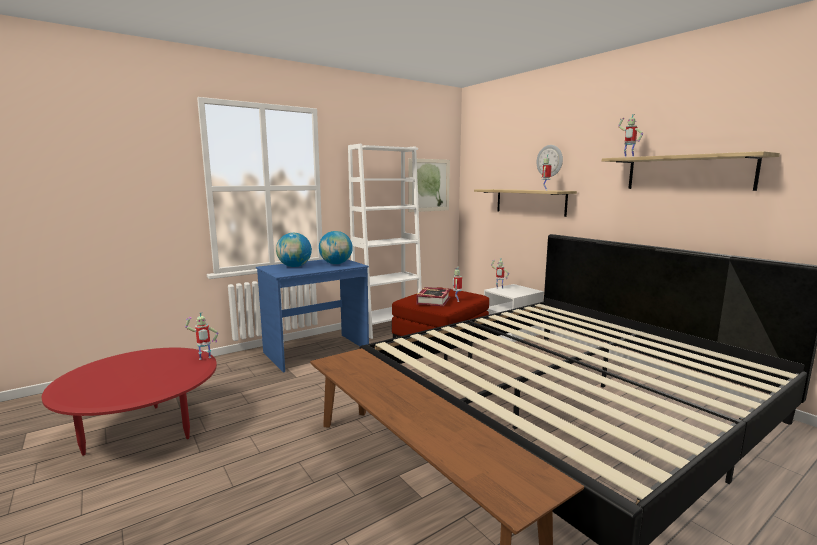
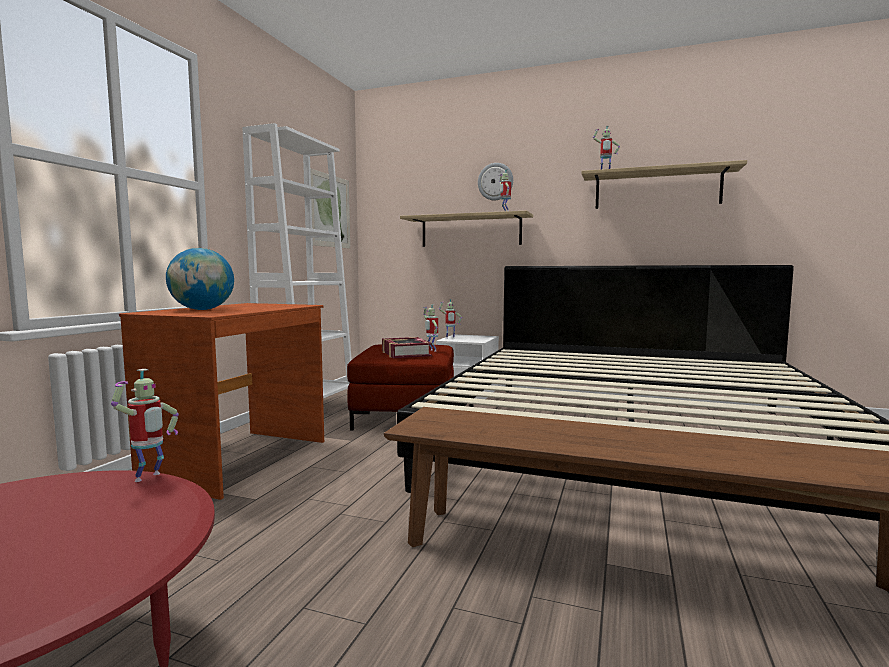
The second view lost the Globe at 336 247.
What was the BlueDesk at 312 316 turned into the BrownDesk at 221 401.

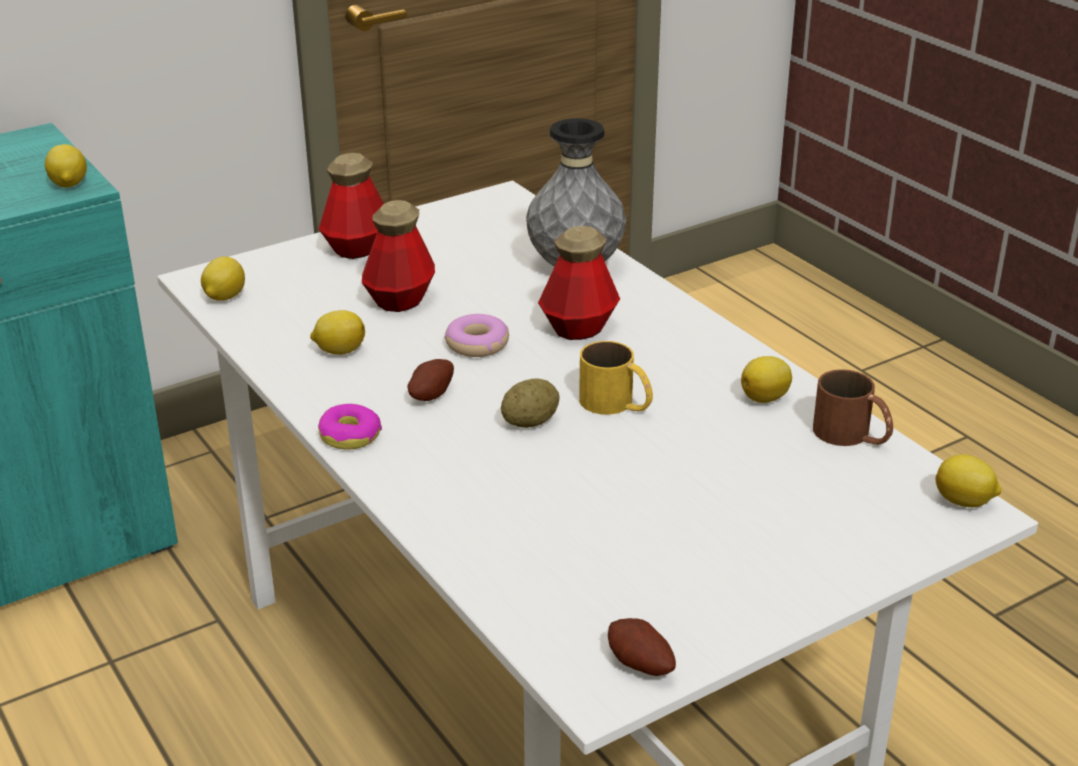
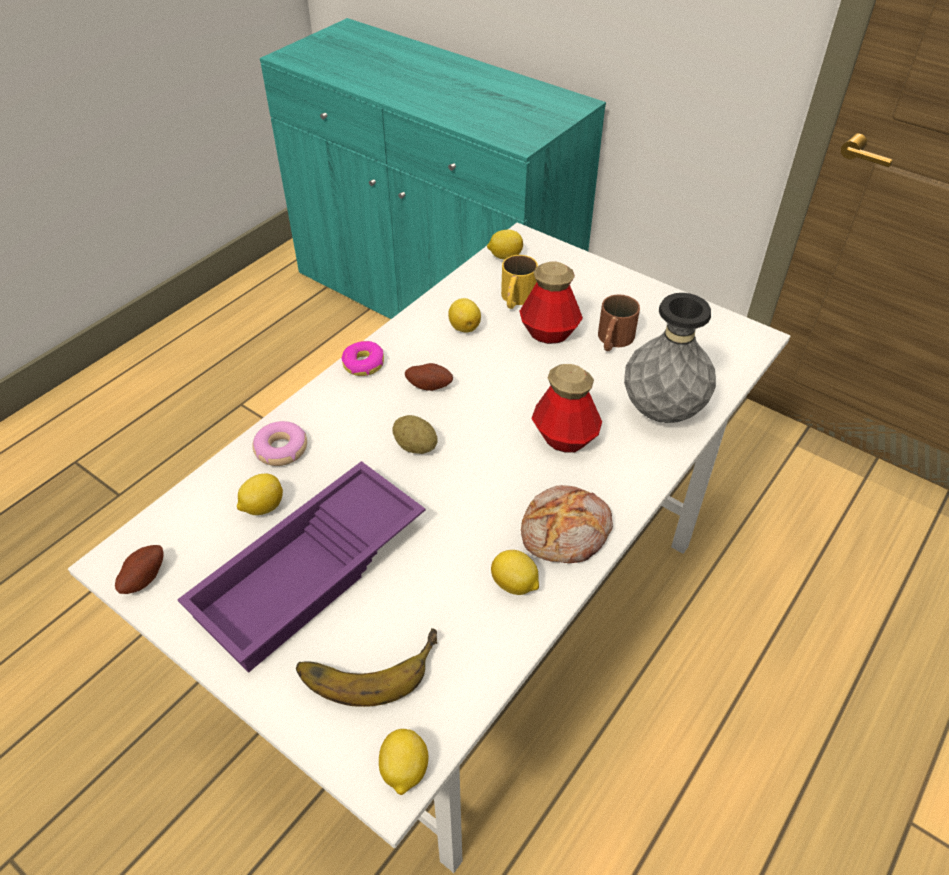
The Lemon ended up elsewhere, having gone from 66 166 to 260 494.
The second view lost the Bottle at 351 206.
The Donut ended up elsewhere, having gone from 477 335 to 279 443.
The YellowMug ended up elsewhere, having gone from 616 378 to 519 282.
The BrownMug ended up elsewhere, having gone from 853 407 to 619 322.
The second view gained the PurpleTray at 301 567.
The second view gained the Bread at 567 524.
The second view gained the Banana at 366 667.

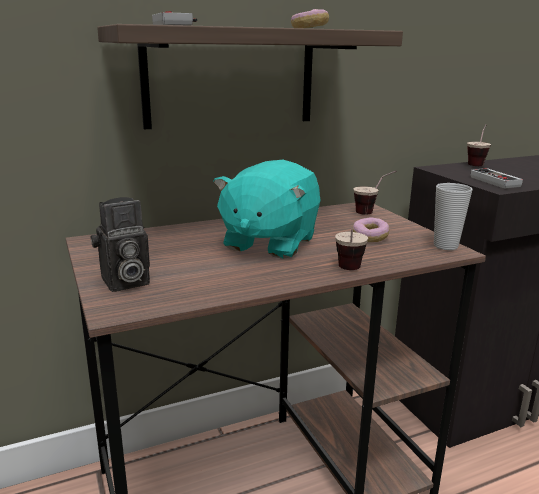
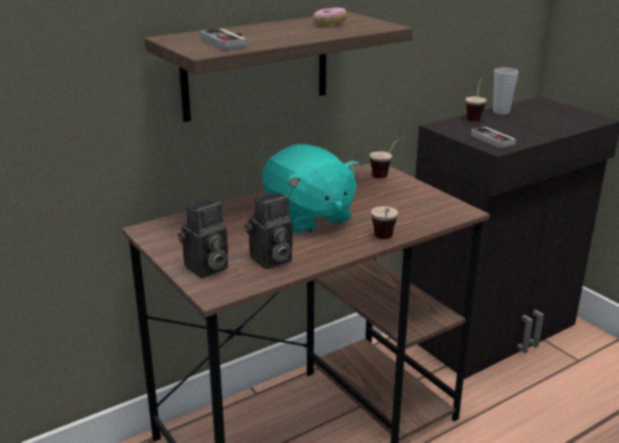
The TurquoisePlushToy at 267 209 ended up facing another way, 45 degrees counterclockwise from before.
The Cup ended up elsewhere, having gone from 453 216 to 506 91.
The second view lost the Donut at 370 230.
The second view gained the PhotoCamera at 269 230.

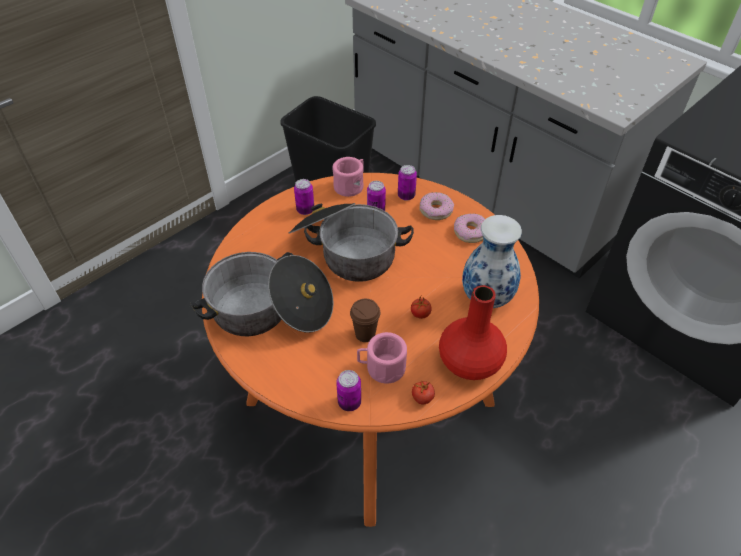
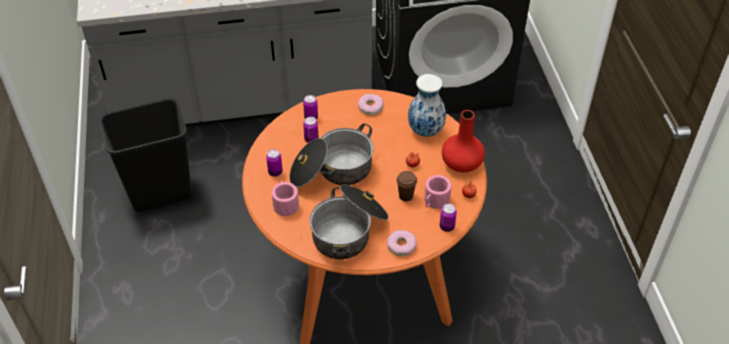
The PinkMug ended up elsewhere, having gone from 348 177 to 285 198.
The Donut ended up elsewhere, having gone from 436 206 to 402 243.

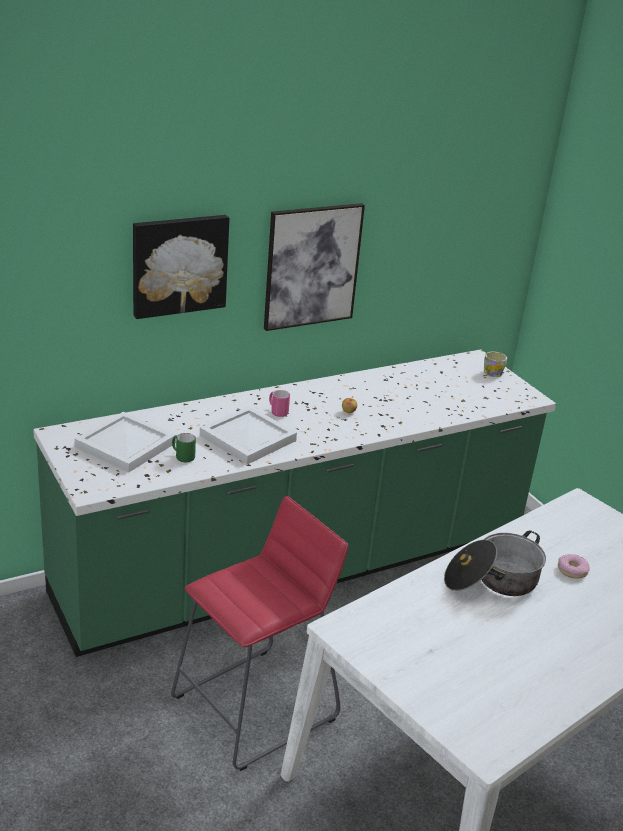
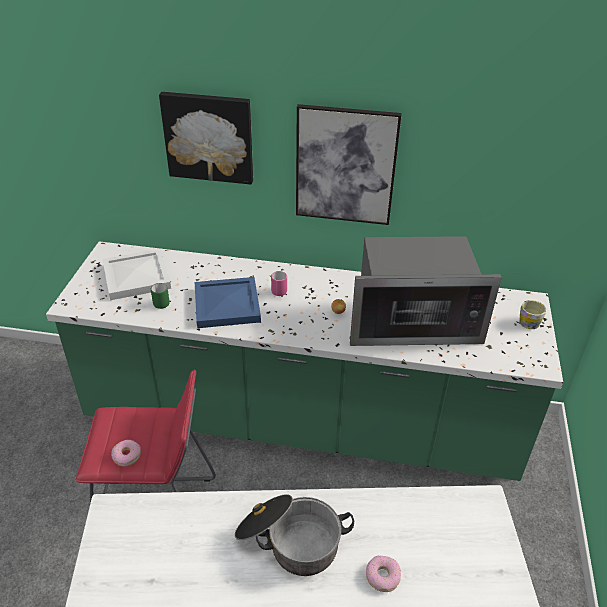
What was the WhiteTray at 248 435 turned into the BlueTray at 228 302.
The second view gained the Microwave at 426 291.
The second view gained the Donut at 126 453.

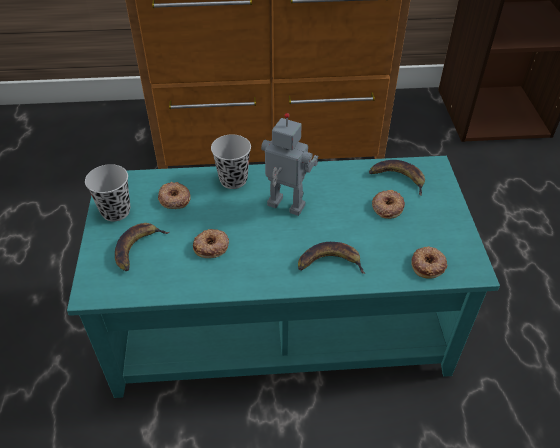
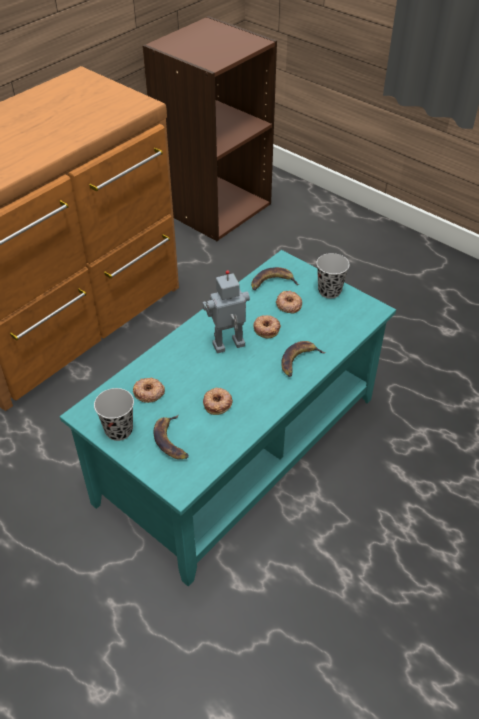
The BlackCup ended up elsewhere, having gone from 231 161 to 333 275.
The Donut ended up elsewhere, having gone from 429 262 to 267 327.

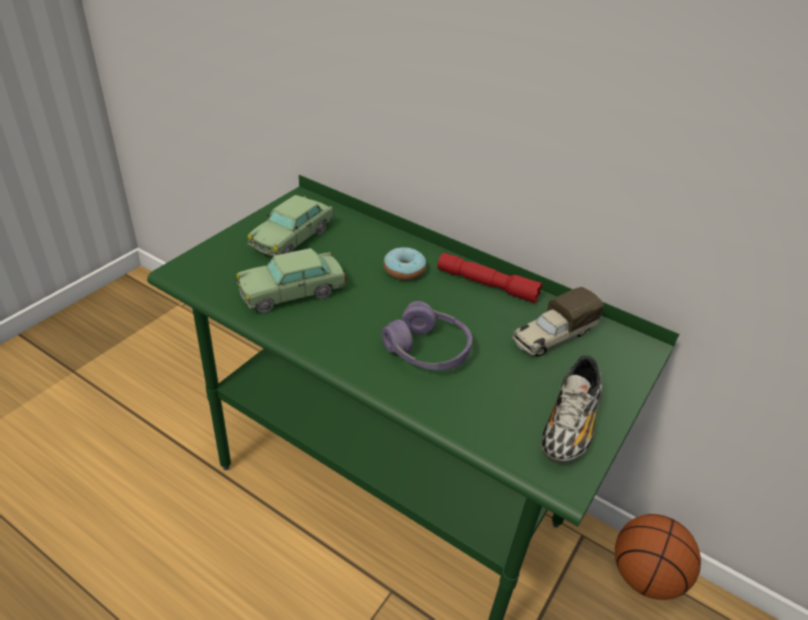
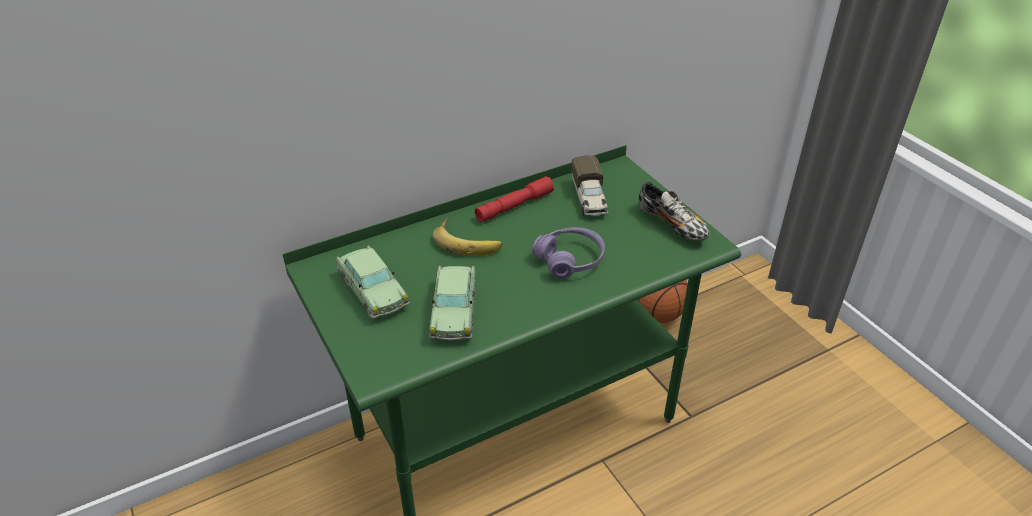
Where the Donut stood at 404 263, the Banana came to stand at 467 237.

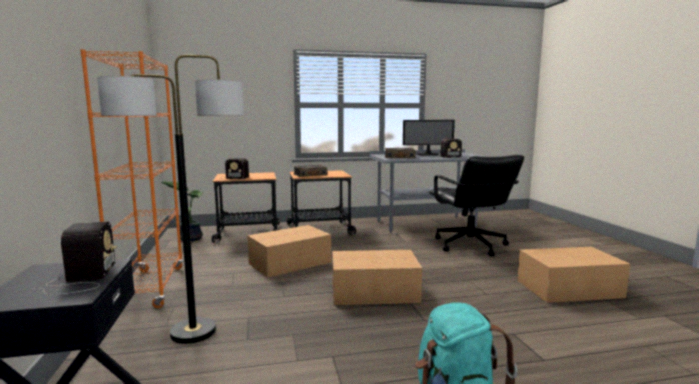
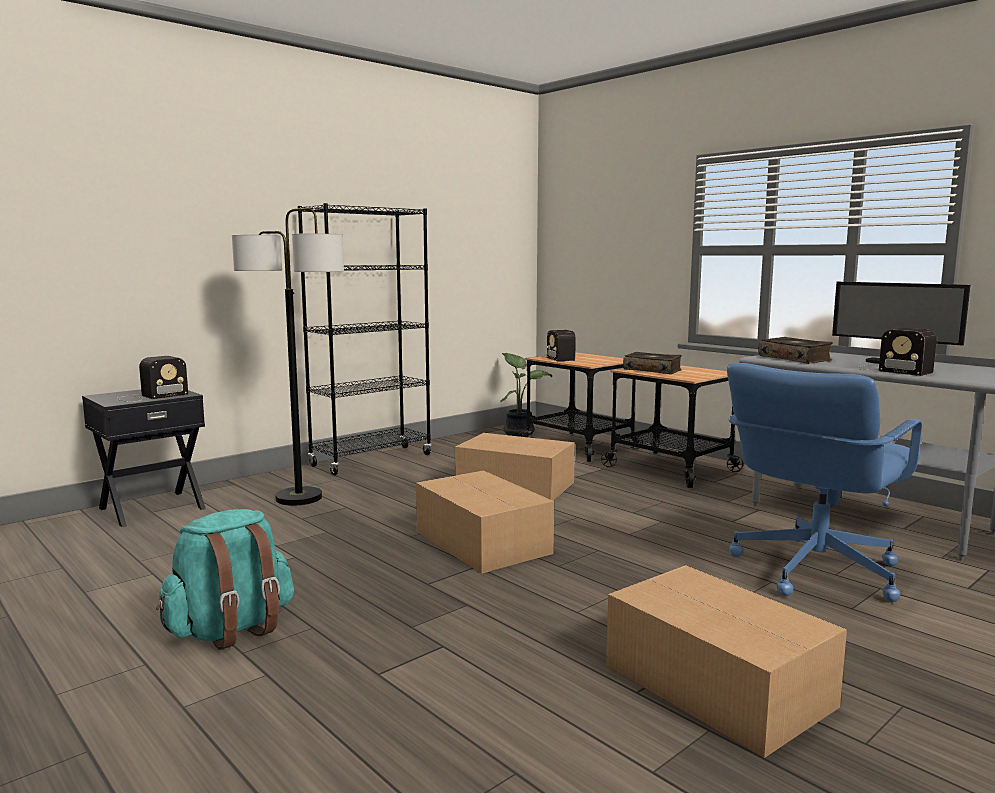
What was the OrangeBookcase at 132 178 turned into the BlackBookcase at 365 339.
What was the BlackOfficeChair at 476 205 turned into the BlueOfficeChair at 824 482.

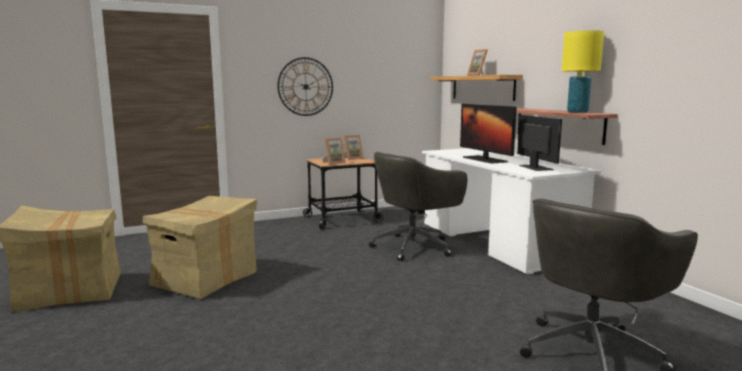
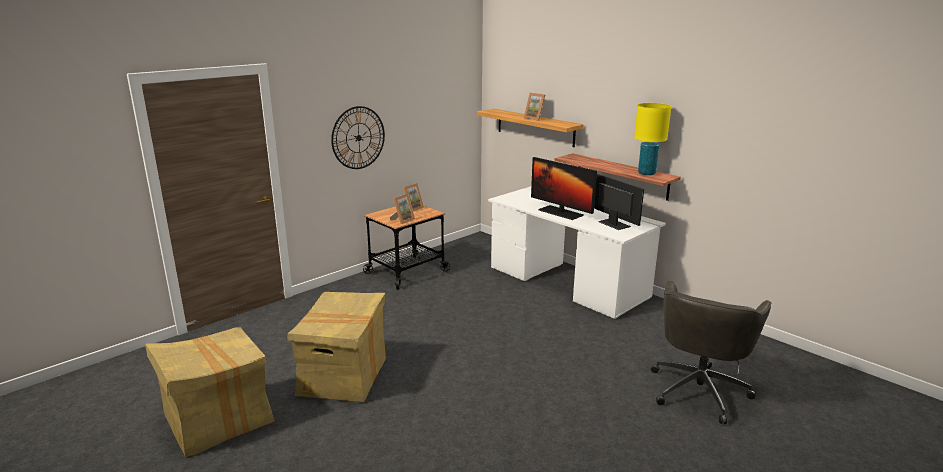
The second view lost the GreyOfficeChair at 418 206.

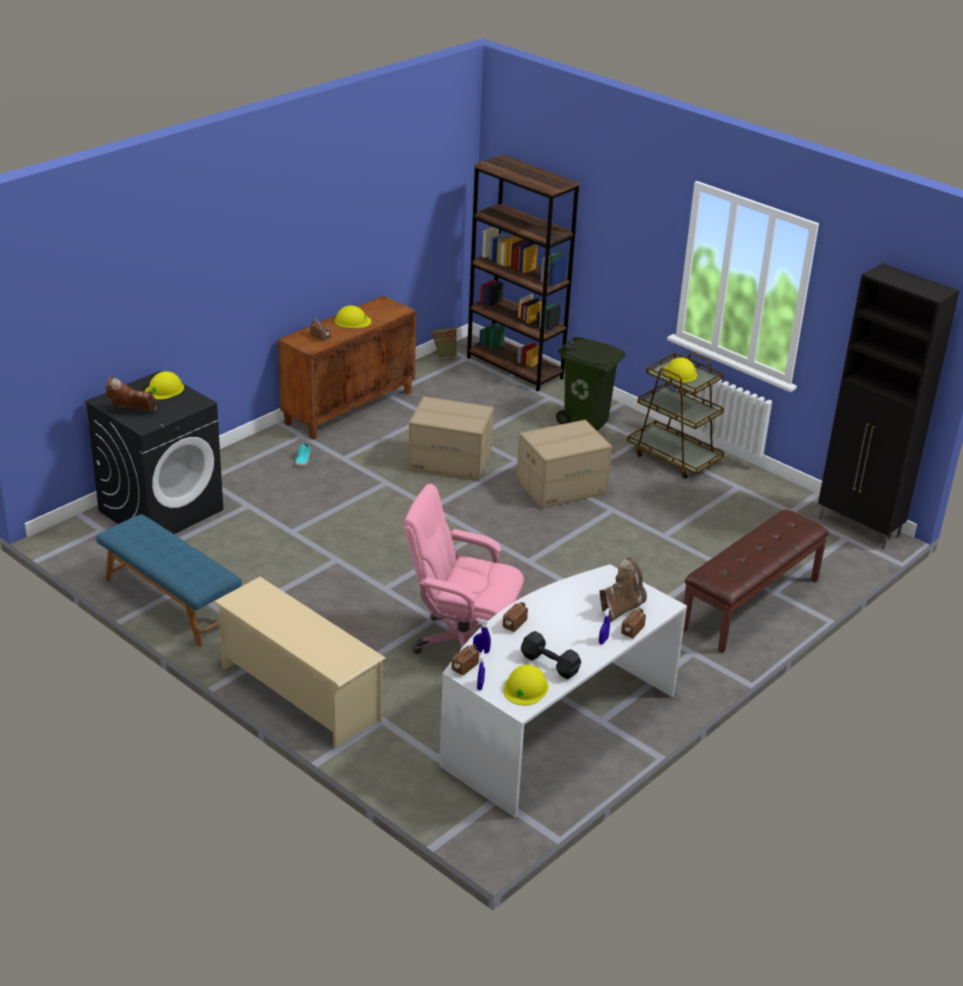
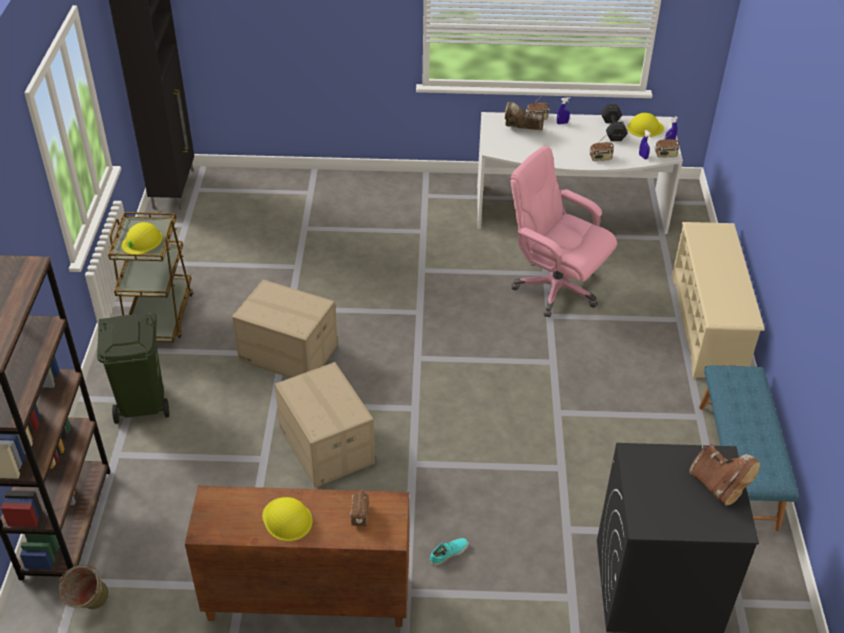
The second view lost the YellowHardHat at 164 385.
The PinkOfficeChair at 464 569 ended up facing another way, 150 degrees clockwise from before.
The second view lost the BrownBench at 756 581.

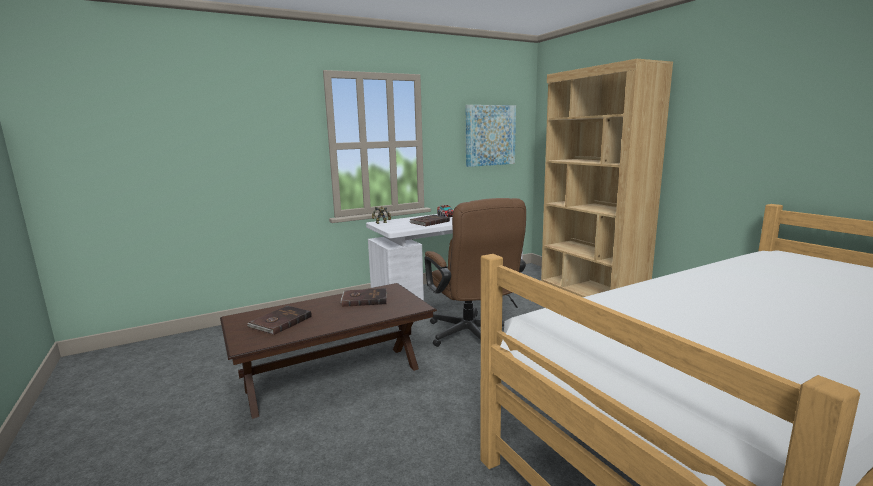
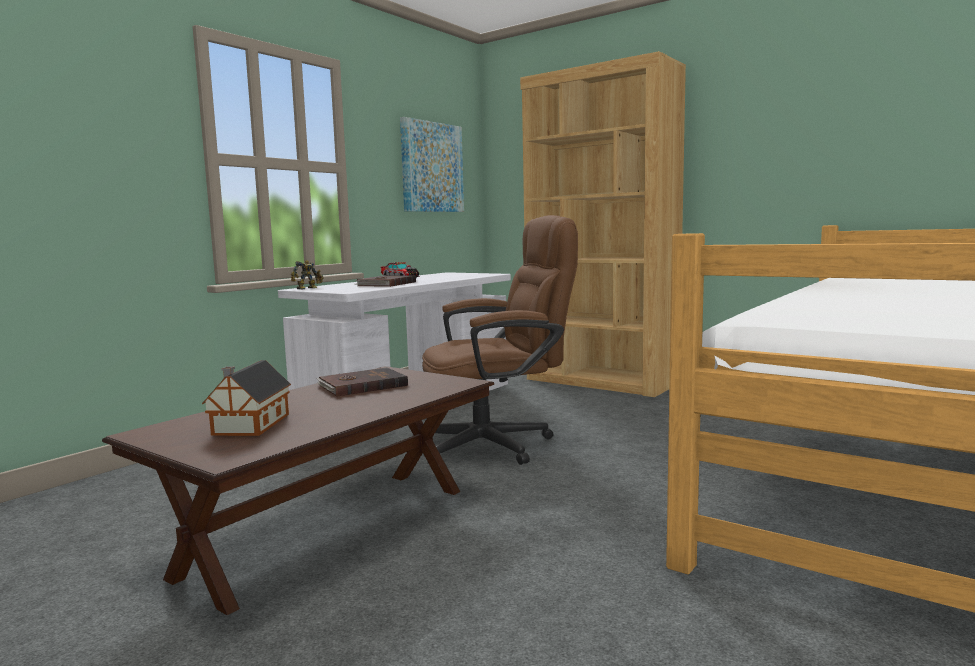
The BrownOfficeChair at 475 272 ended up facing another way, 60 degrees counterclockwise from before.
Where the BrownBook stood at 279 320, the ToyHouse came to stand at 246 398.

